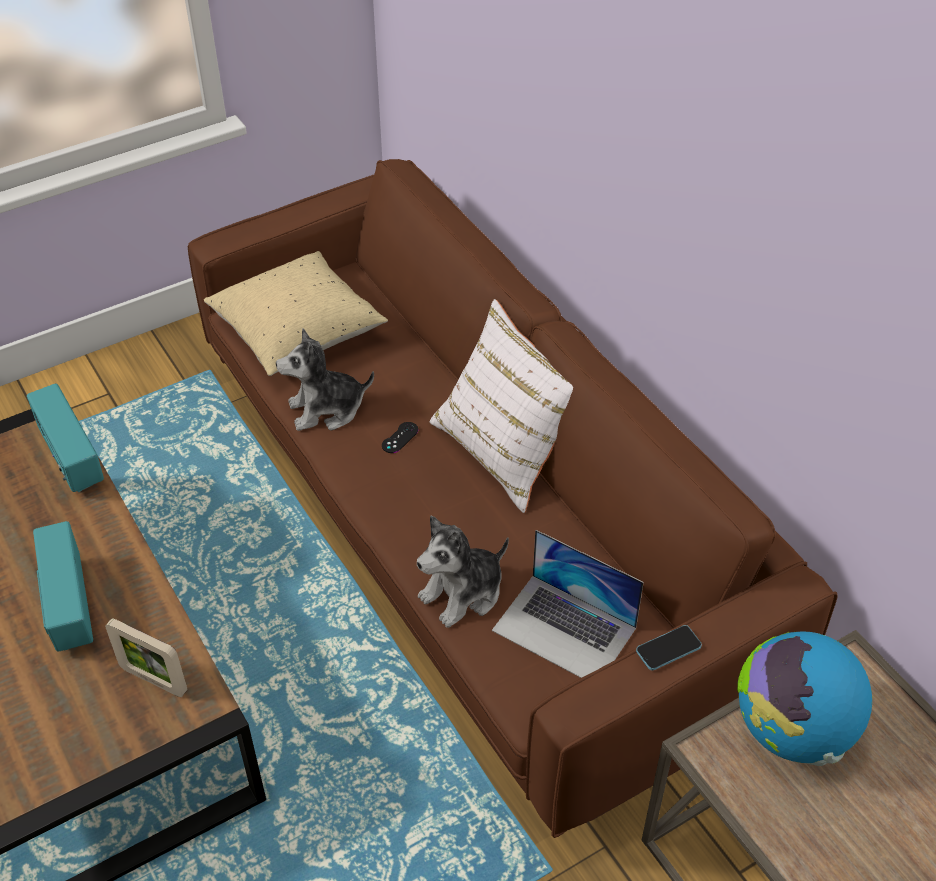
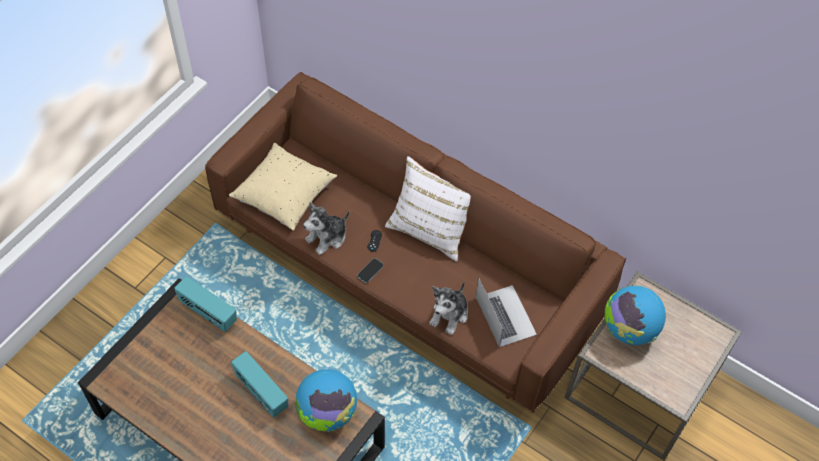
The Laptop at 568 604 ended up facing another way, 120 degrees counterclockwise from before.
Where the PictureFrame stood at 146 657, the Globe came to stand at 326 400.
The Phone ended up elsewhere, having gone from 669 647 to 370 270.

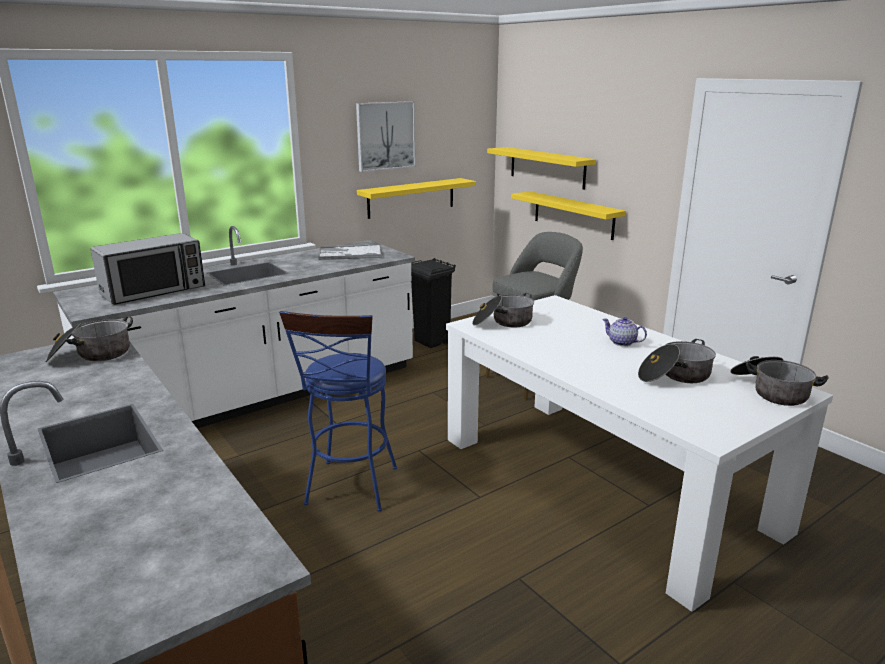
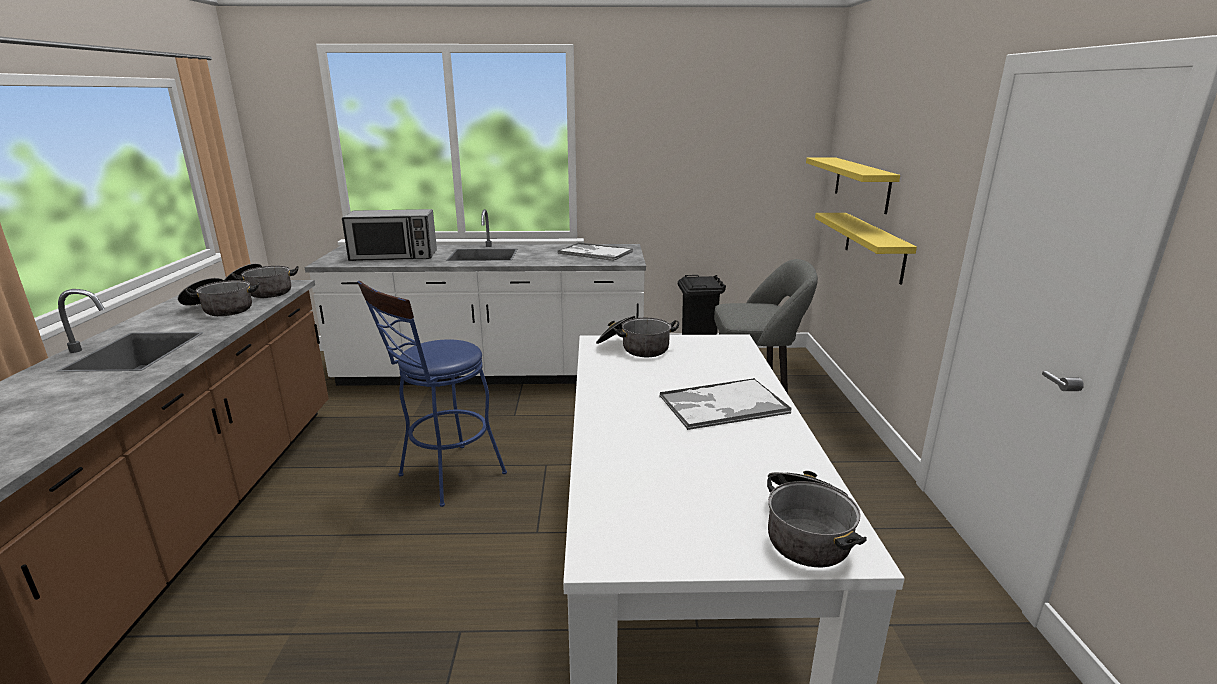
The second view lost the Picture at 386 136.
The second view lost the YellowShelf at 416 198.
Where the Teapot stood at 624 331, the Tray came to stand at 726 404.
The CookingPot ended up elsewhere, having gone from 677 361 to 219 297.

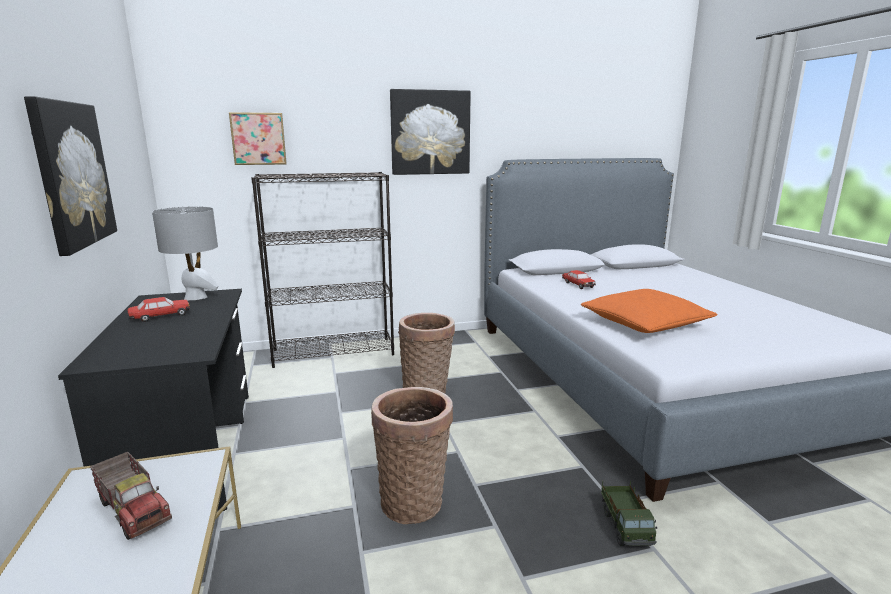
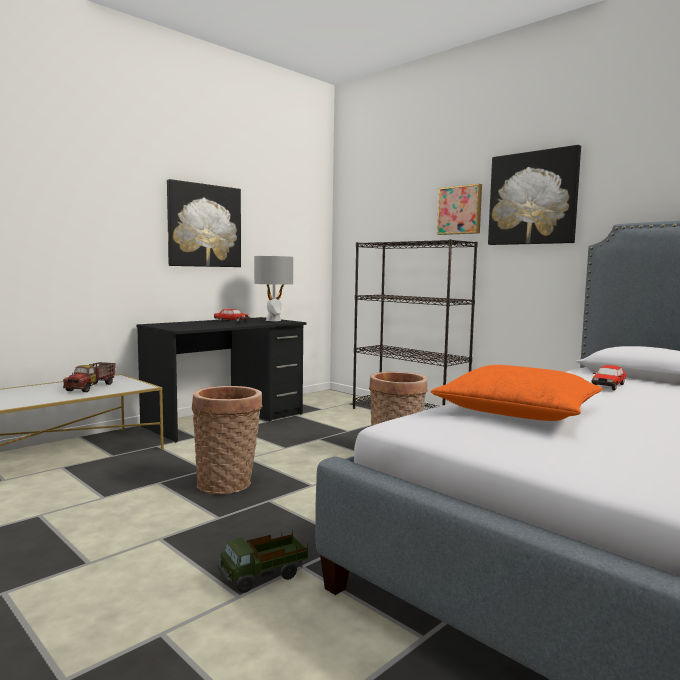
The Picture ended up elsewhere, having gone from 258 138 to 459 209.

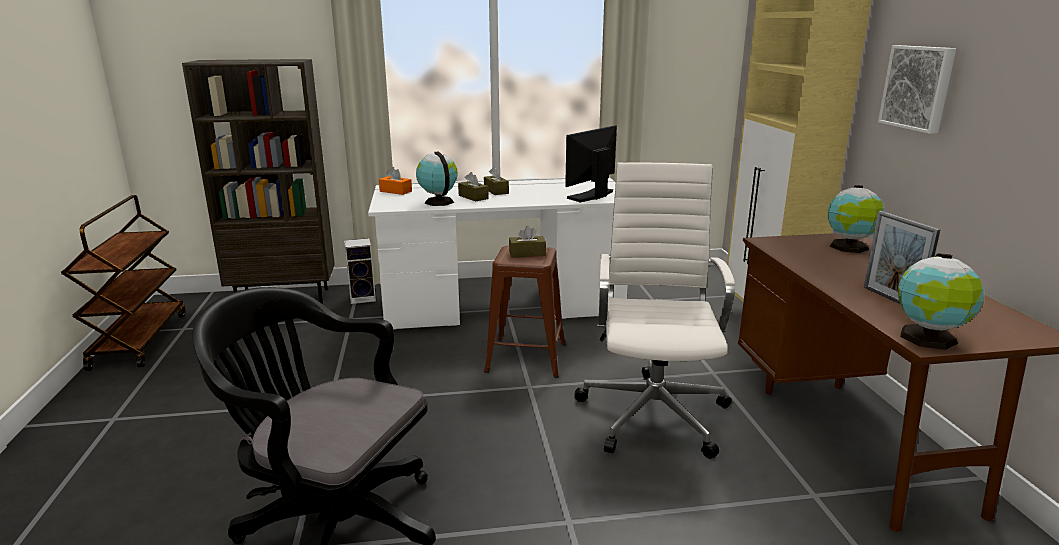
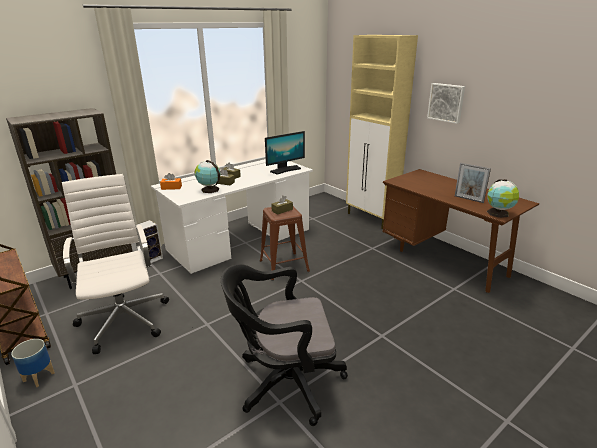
The Monitor at 591 163 ended up facing another way, 135 degrees counterclockwise from before.
The WhiteOfficeChair ended up elsewhere, having gone from 655 311 to 115 264.
The second view lost the Globe at 856 219.
The second view gained the Planter at 33 363.

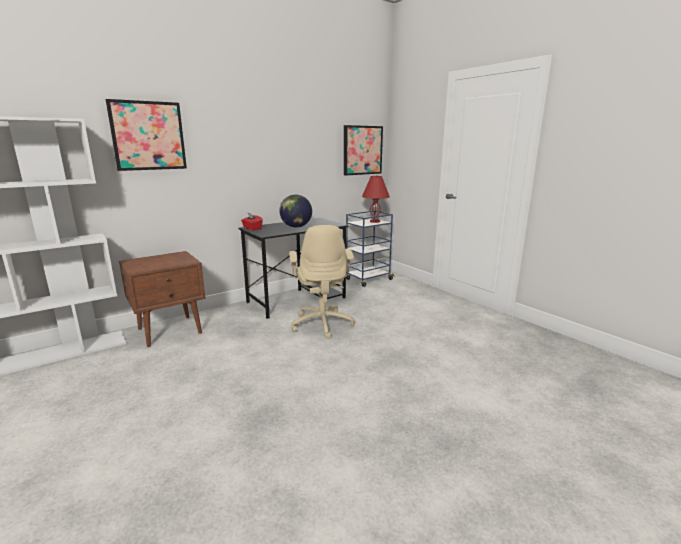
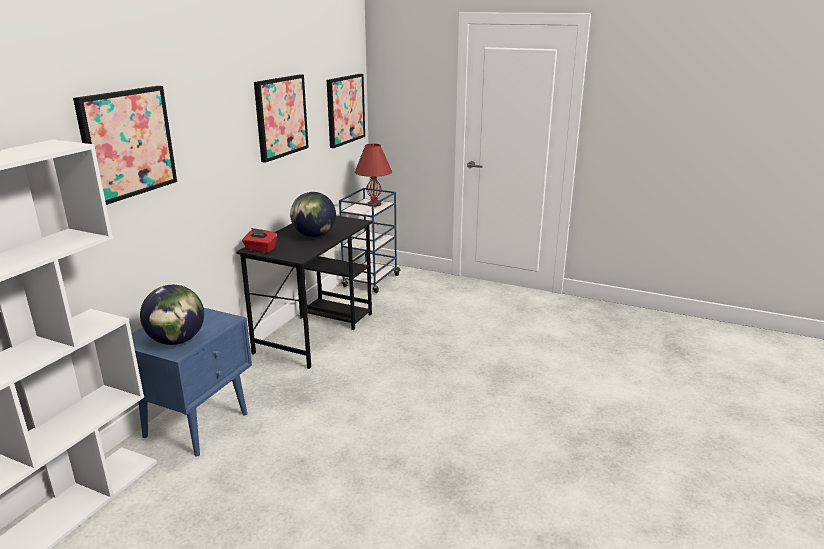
The second view lost the BeigeOfficeChair at 322 282.
What was the BrownNightstand at 162 299 turned into the BlueNightstand at 192 382.
The second view gained the Picture at 281 118.
The second view gained the Globe at 172 315.

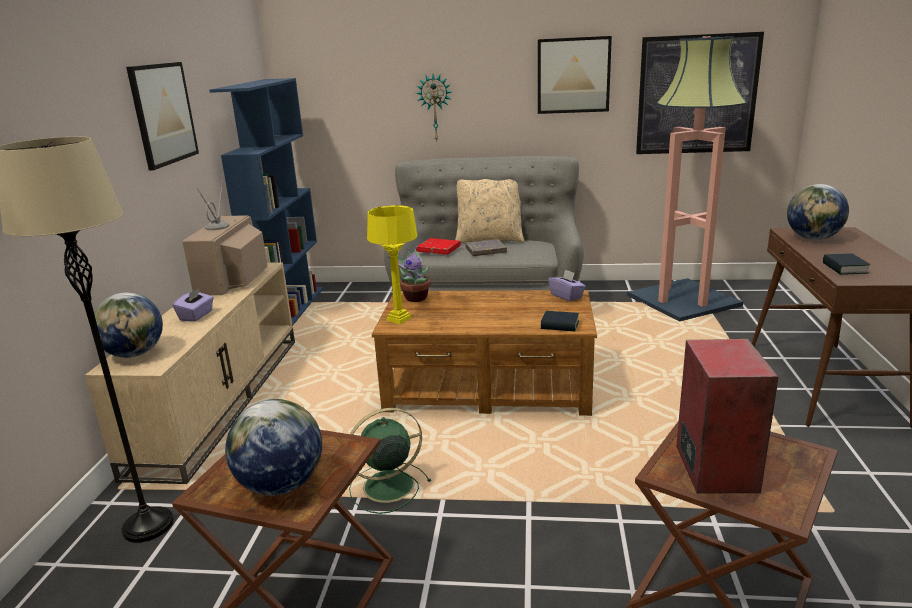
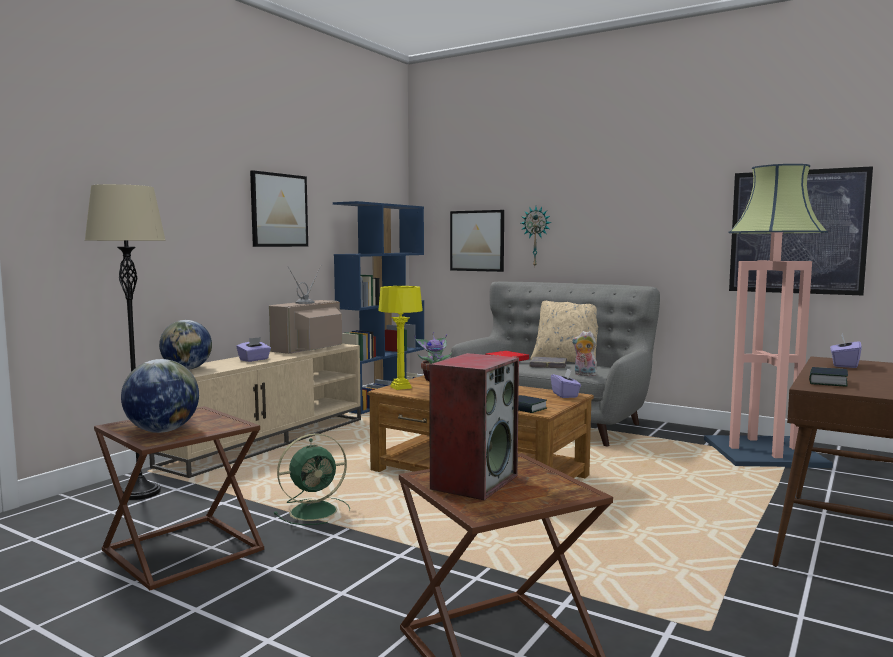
The Picture ended up elsewhere, having gone from 575 75 to 477 241.
Where the Globe stood at 818 212, the PurpleTissueBox came to stand at 846 350.
The GreenFan at 390 461 ended up facing another way, 150 degrees clockwise from before.
The second view gained the PlushToy at 584 353.

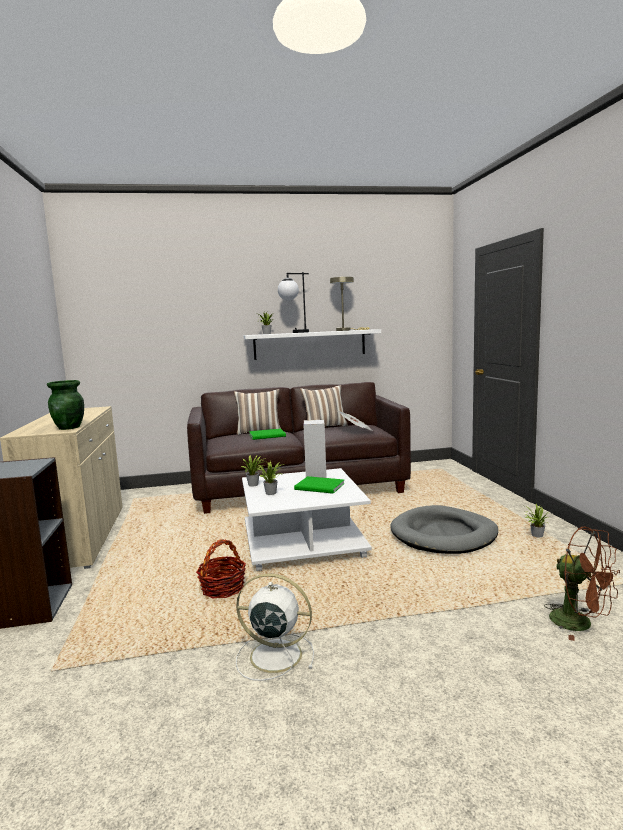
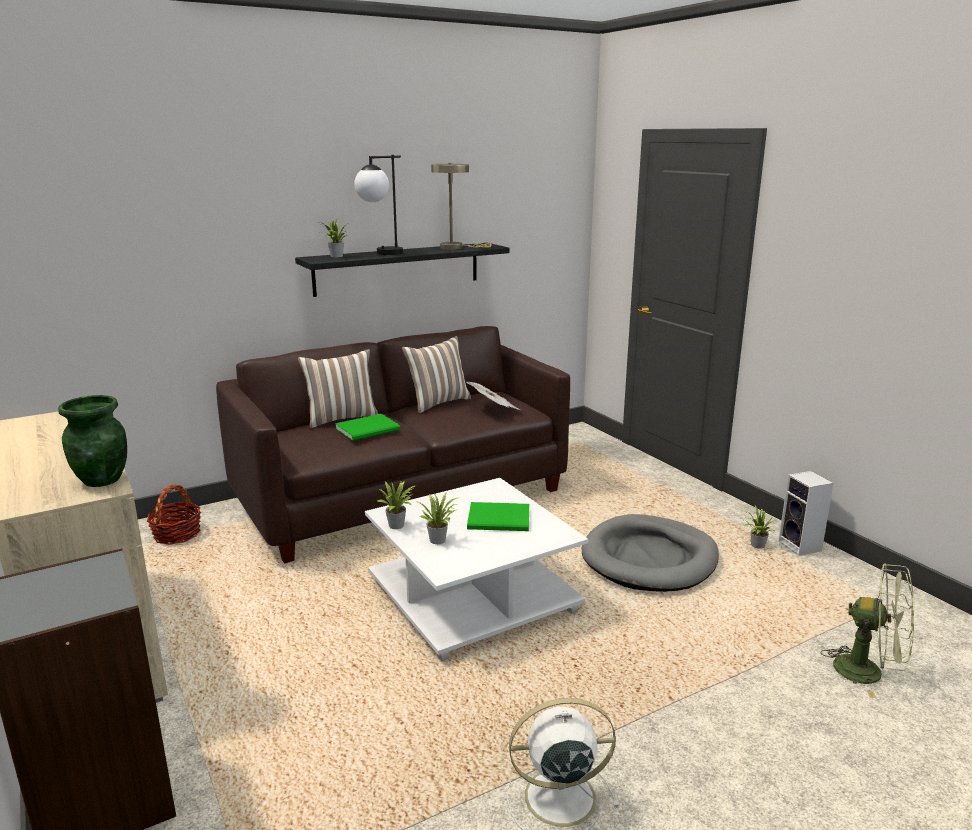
What was the WhiteShelf at 312 345 turned into the BlackShelf at 402 270.
The Speaker ended up elsewhere, having gone from 315 449 to 806 513.
What was the BrownFan at 582 584 turned into the GreenFan at 867 630.
The Basket ended up elsewhere, having gone from 221 569 to 174 515.

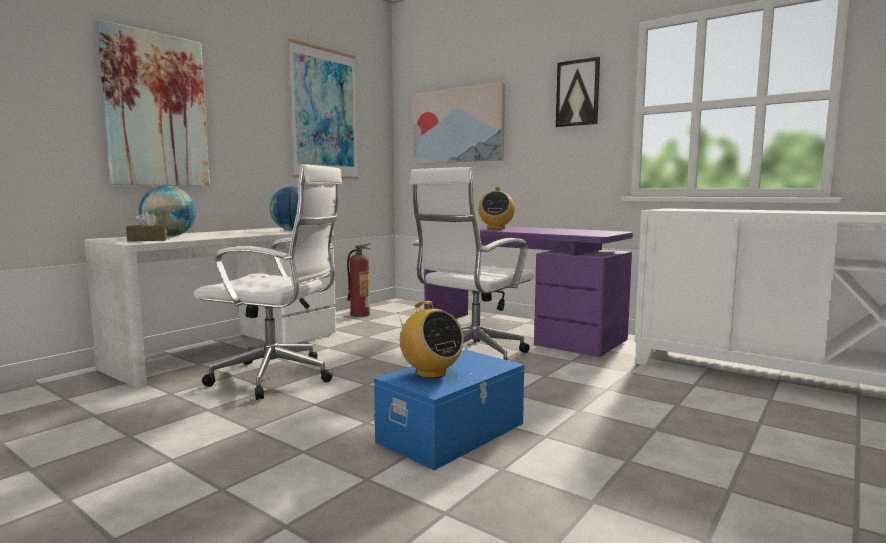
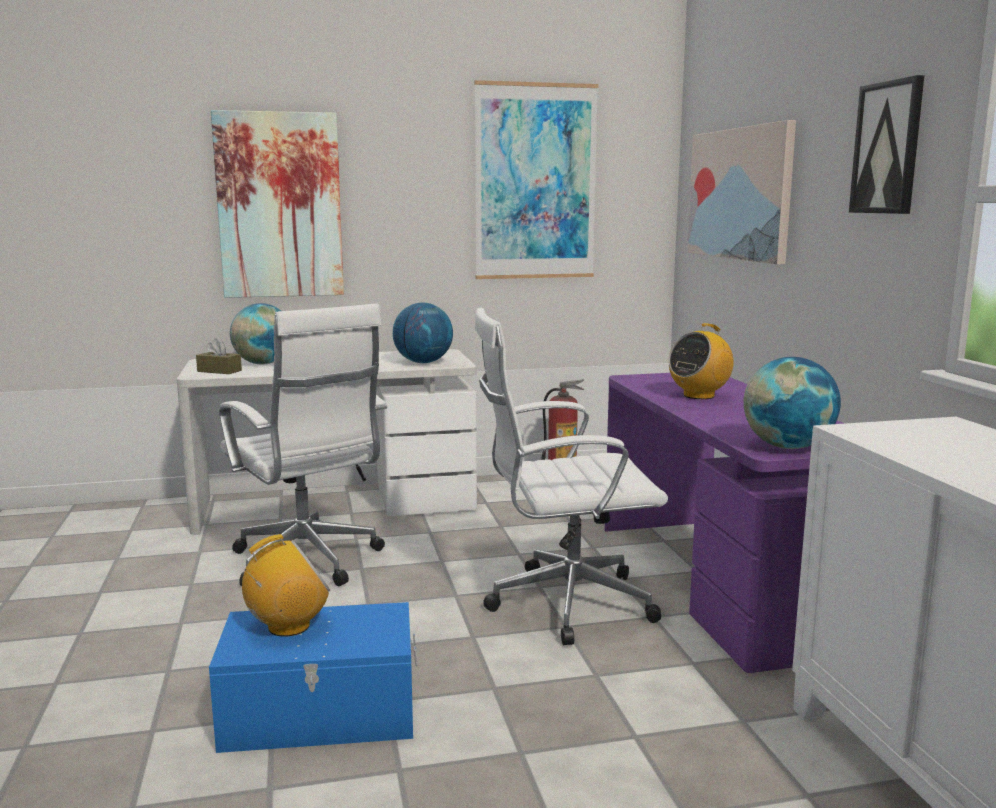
The Radio at 430 340 ended up facing another way, 120 degrees counterclockwise from before.
The second view gained the Globe at 792 403.

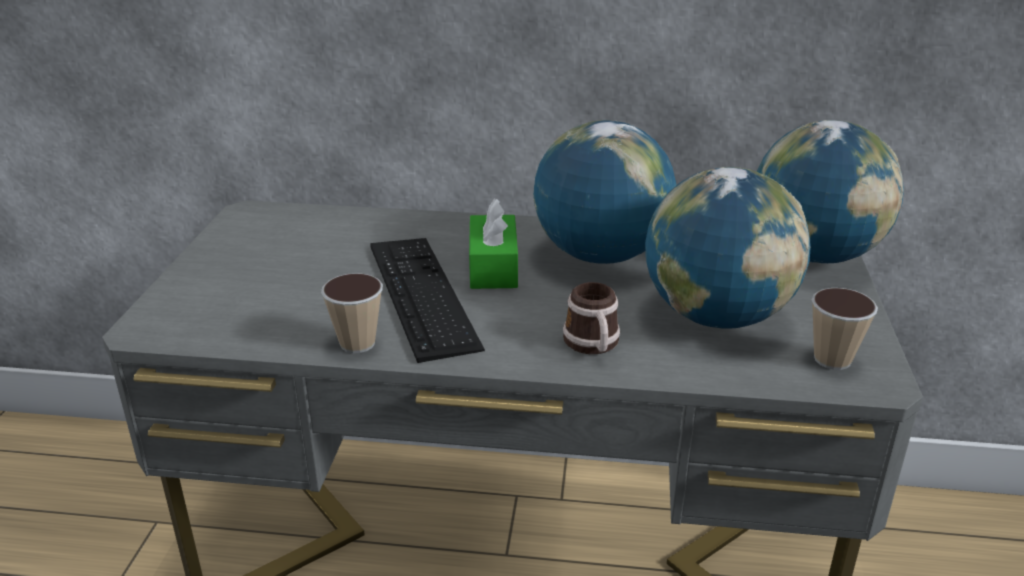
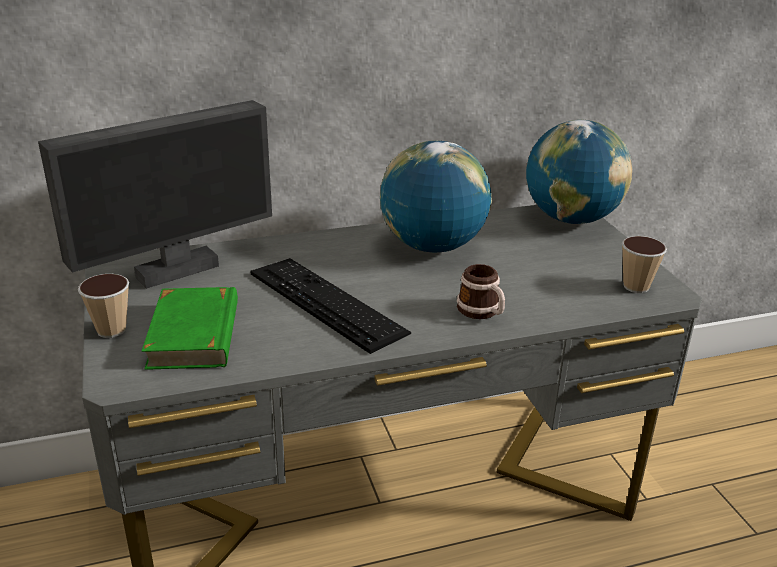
The second view lost the Globe at 728 248.
The second view lost the GreenTissueBox at 493 244.
The Cup ended up elsewhere, having gone from 352 313 to 103 306.
The second view gained the Monitor at 155 194.
The second view gained the GreenBook at 189 328.

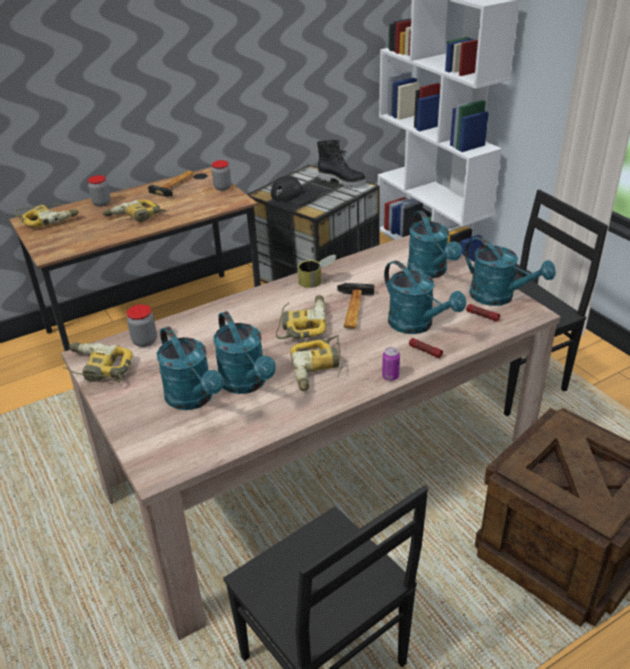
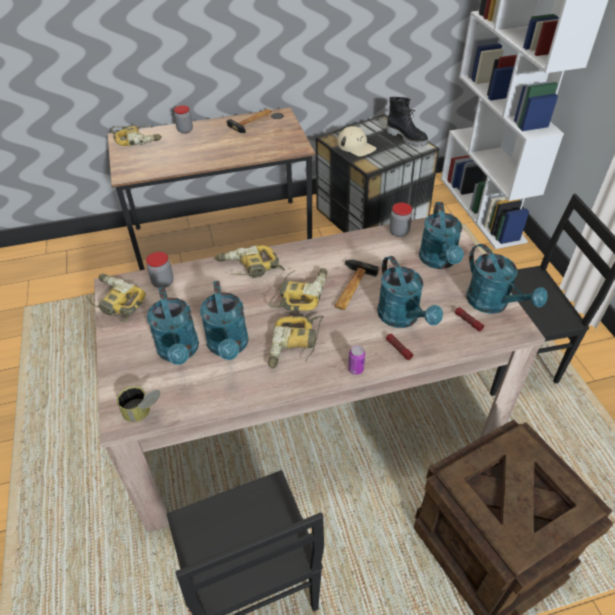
The Jar ended up elsewhere, having gone from 221 175 to 400 220.
What was the BlackCap at 293 190 turned into the BeigeCap at 357 141.
The PowerDrill ended up elsewhere, having gone from 134 211 to 250 261.
The Can ended up elsewhere, having gone from 316 271 to 139 404.

